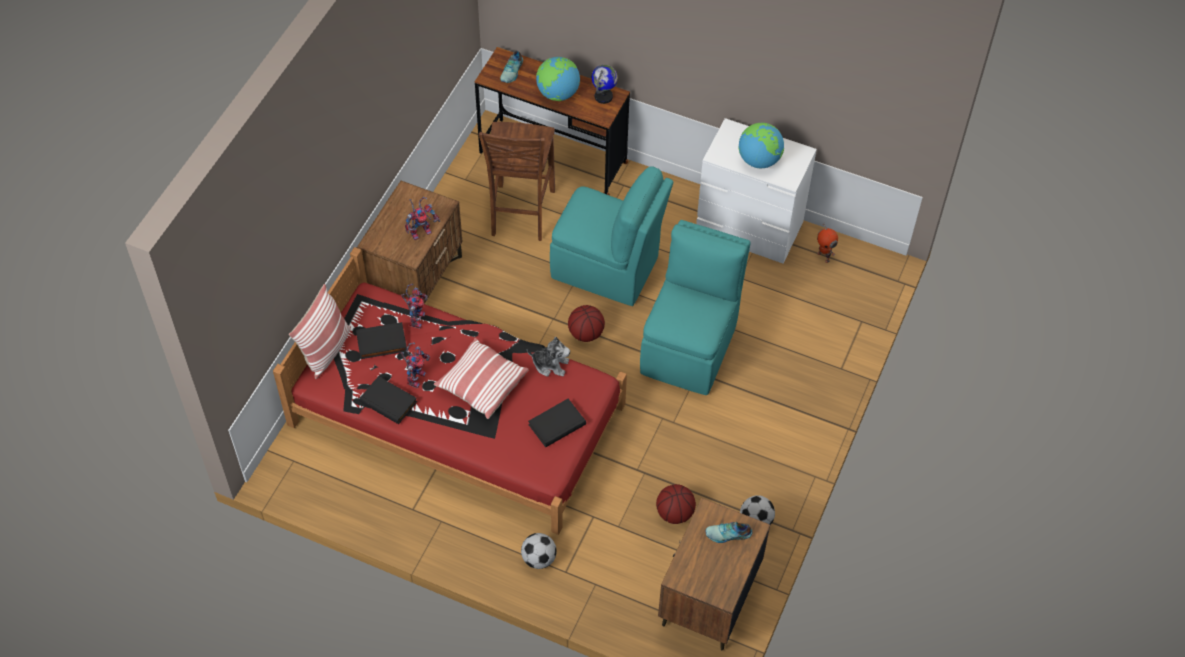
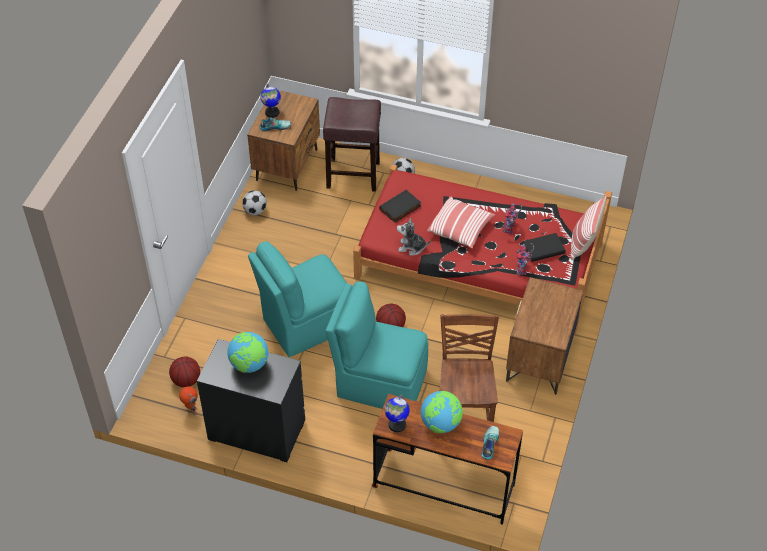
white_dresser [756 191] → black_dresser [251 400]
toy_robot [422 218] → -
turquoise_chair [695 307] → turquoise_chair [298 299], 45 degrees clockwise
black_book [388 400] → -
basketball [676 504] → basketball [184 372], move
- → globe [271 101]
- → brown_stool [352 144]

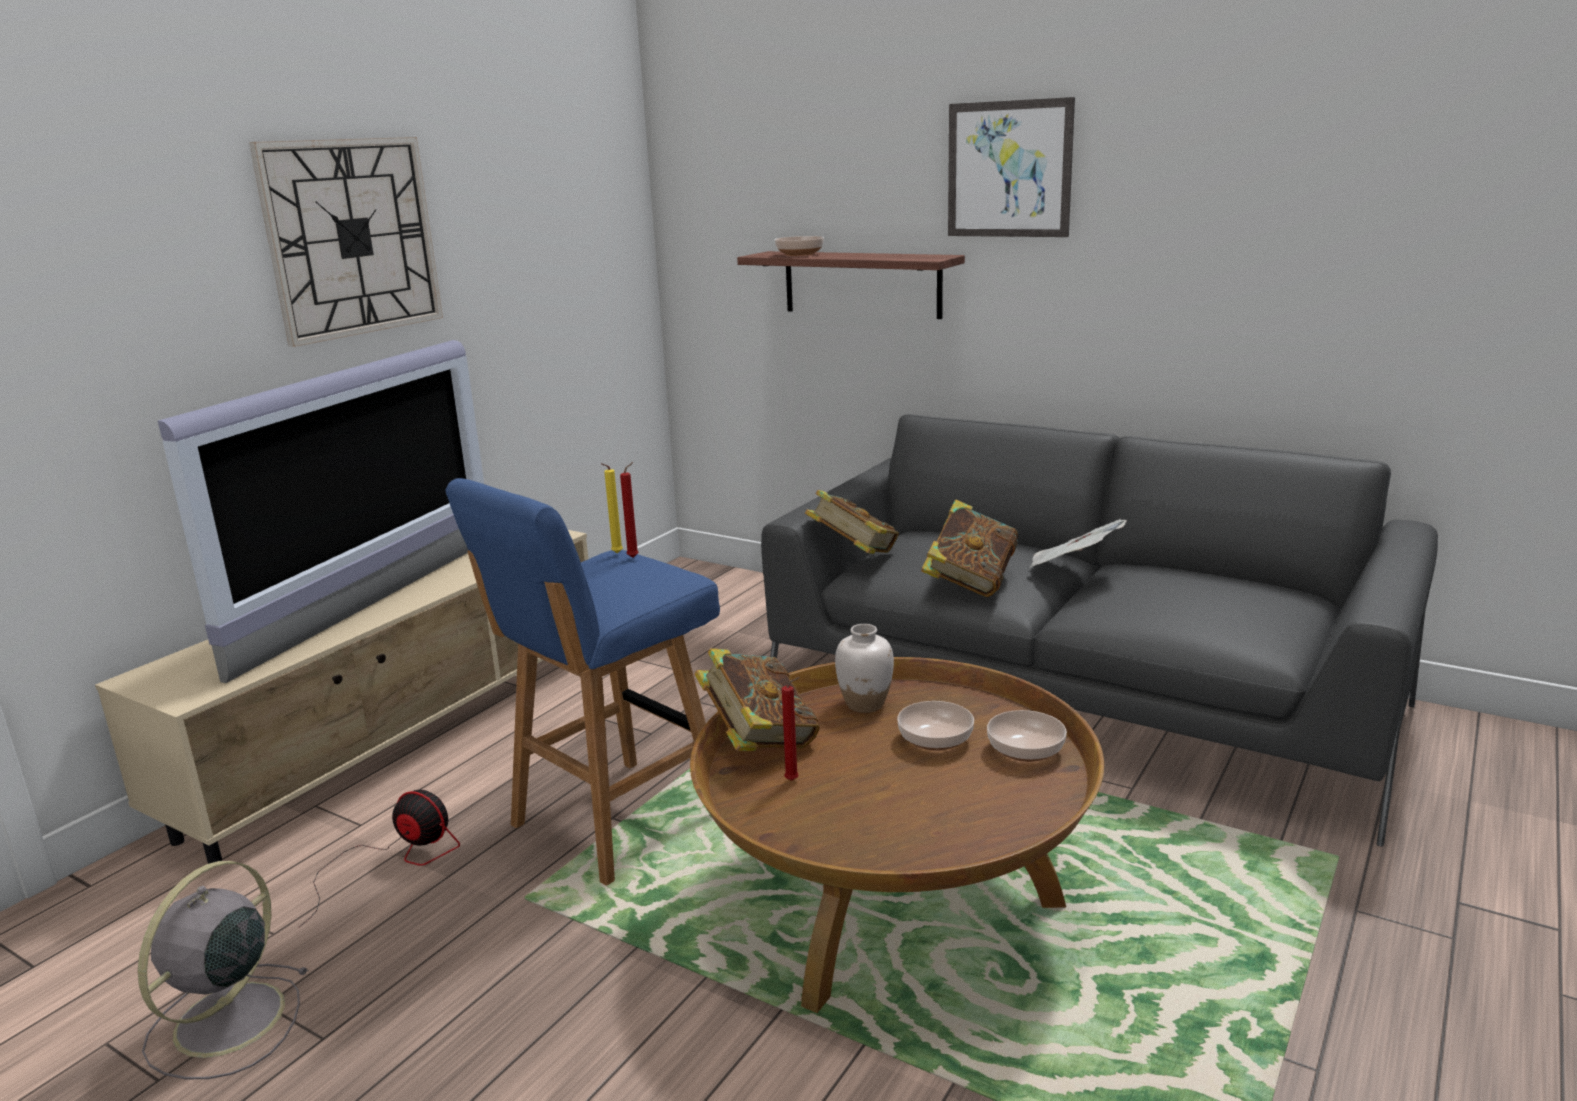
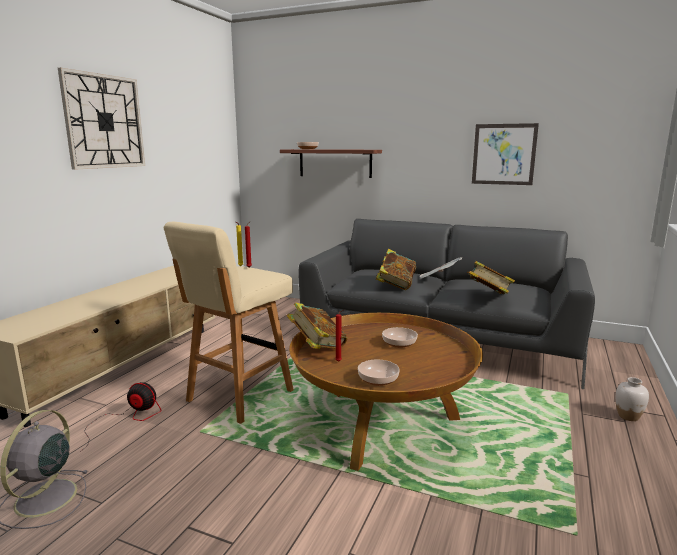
picture [1011 167] → picture [505 154], move
television [321 511] → -
blue_stool [582 682] → beige_stool [228 323]
book [852 522] → book [491 278], move
white_vase [864 668] → white_vase [632 399], move
bowl [1027 736] → bowl [379 373], move

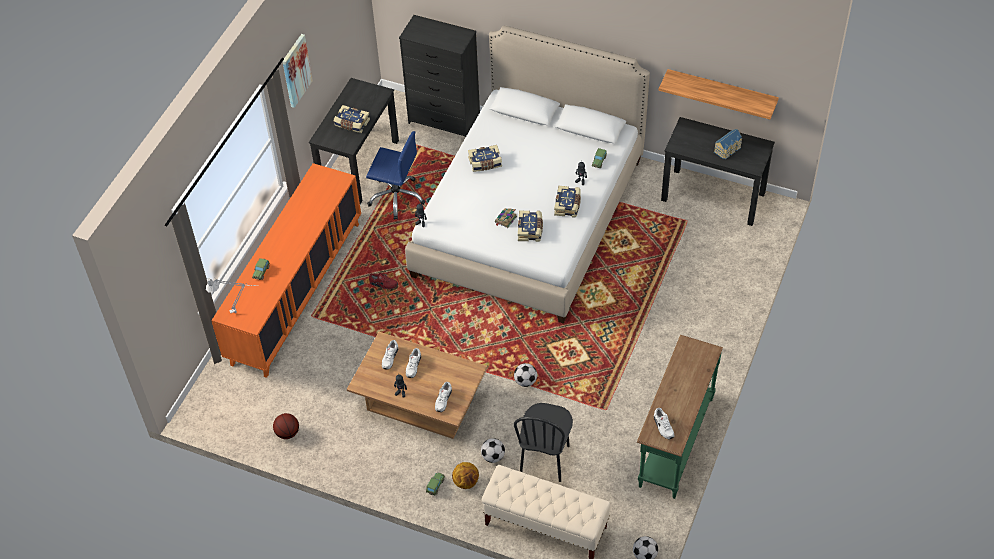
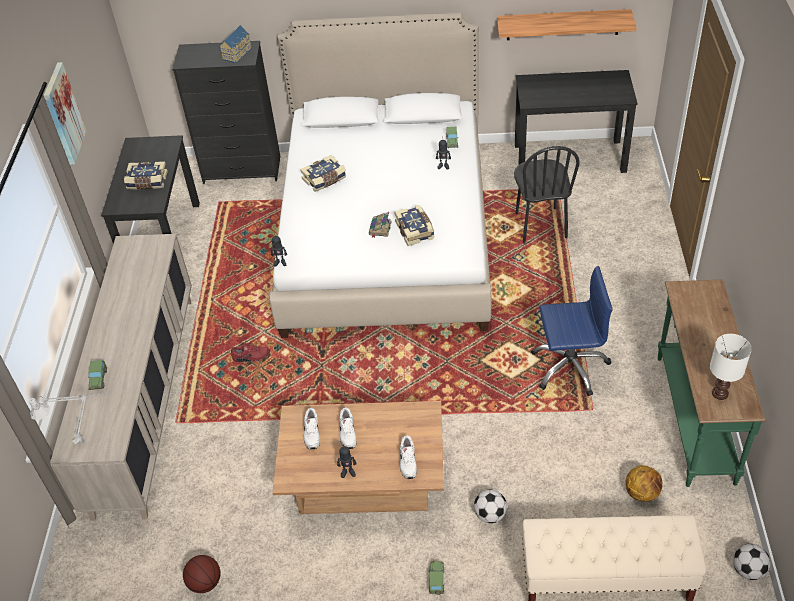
toy_house [728 144] → toy_house [235 44], move
blue_office_chair [395 175] → blue_office_chair [572 331], move
orange_cabinet [286 270] → beige_cabinet [121 377]
book [567 202] → -
football [525 375] → -
black_chair [543 442] → black_chair [547 194], move
white_shoe [664 423] → white_table_lamp [731 367]
basketball [465 475] → basketball [644 483], move

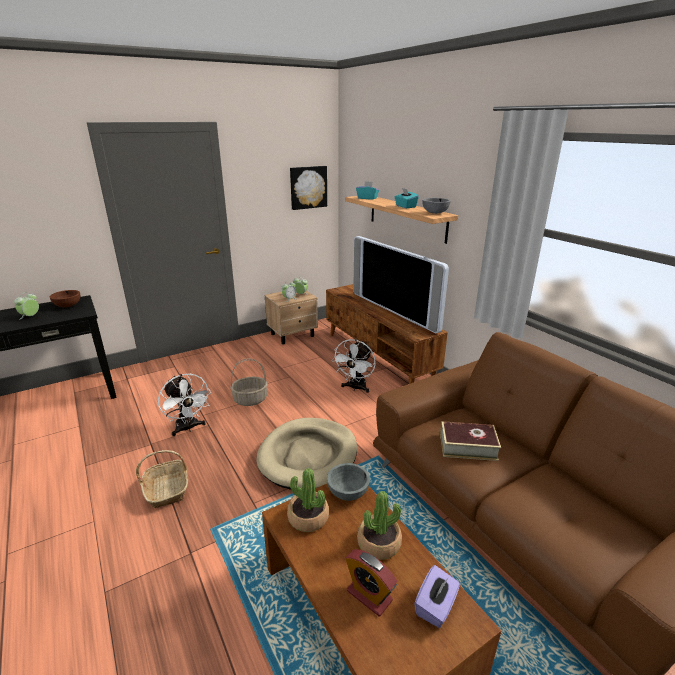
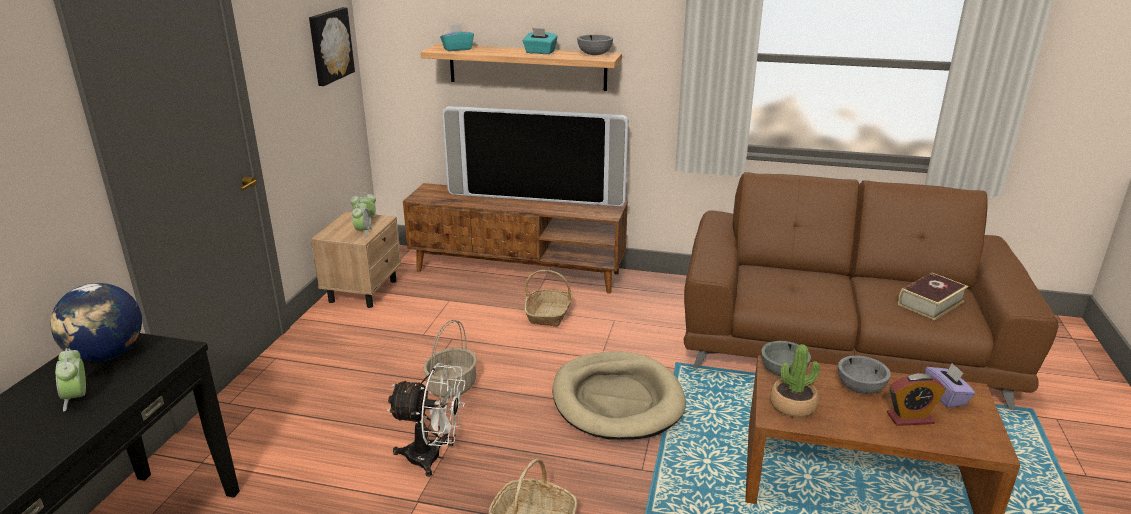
brown_bowl [65 298] → globe [96 322]
white_fan [354 366] → basket [548 298]
book [470 441] → book [933 296], move
potted_plant [379 525] → grey_bowl [864 375]

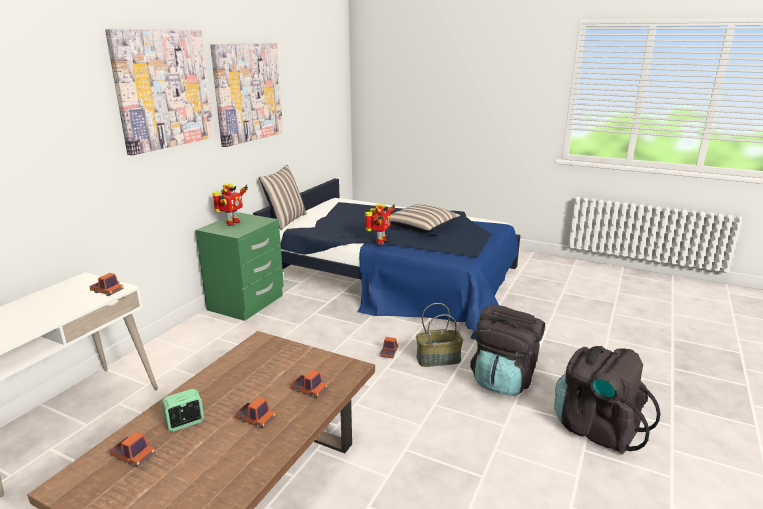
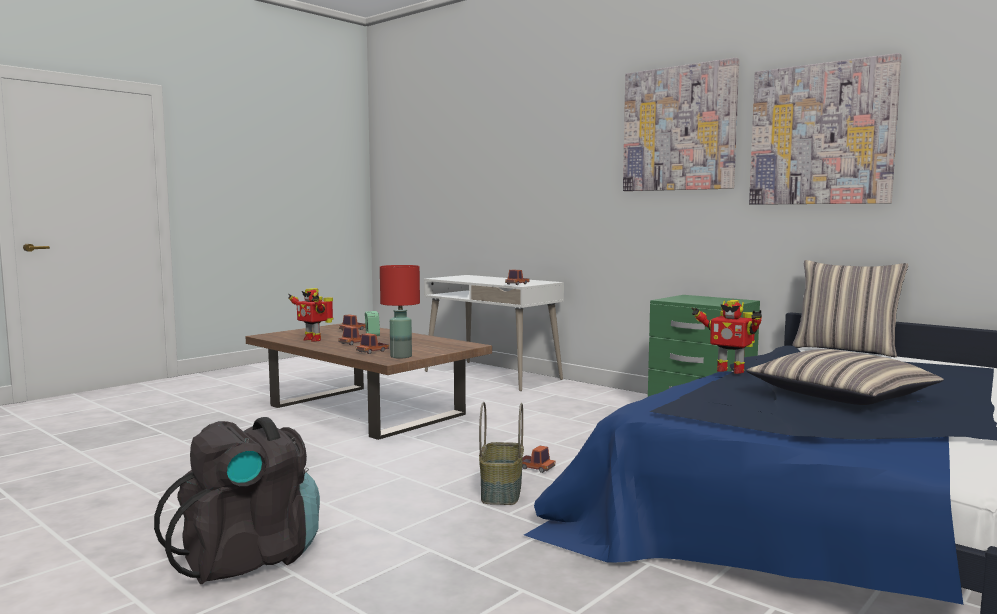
toy_robot [230 205] → toy_robot [310 315], move
black_backpack [507 350] → -
- → red_table_lamp [400 311]

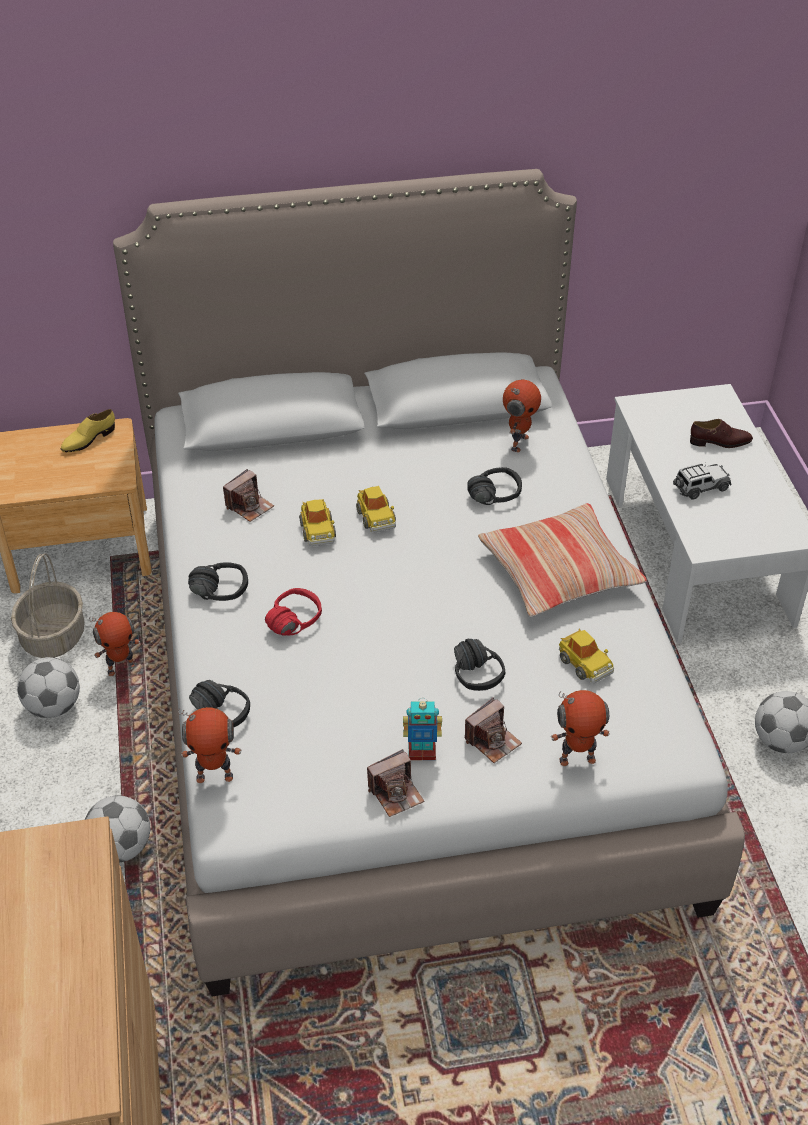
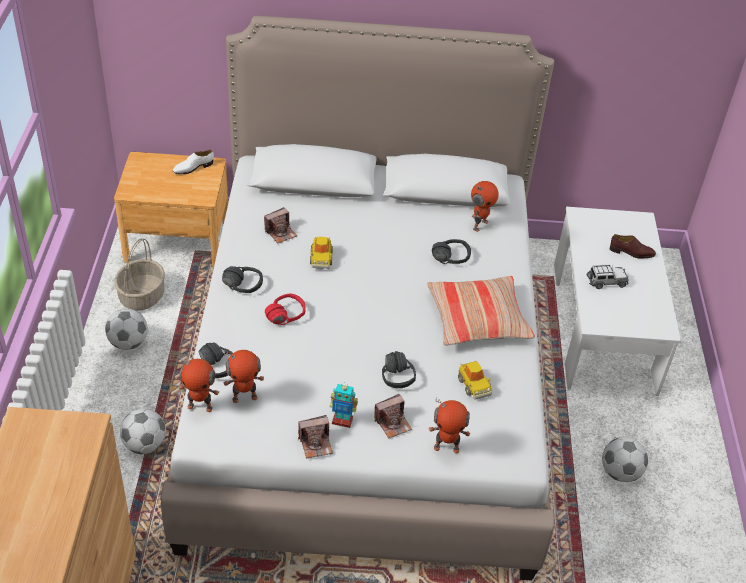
yellow_shoe [87 430] → white_shoe [193 162]
toy_car [376 509] → -
toy_robot [114 644] → toy_robot [244 376], move

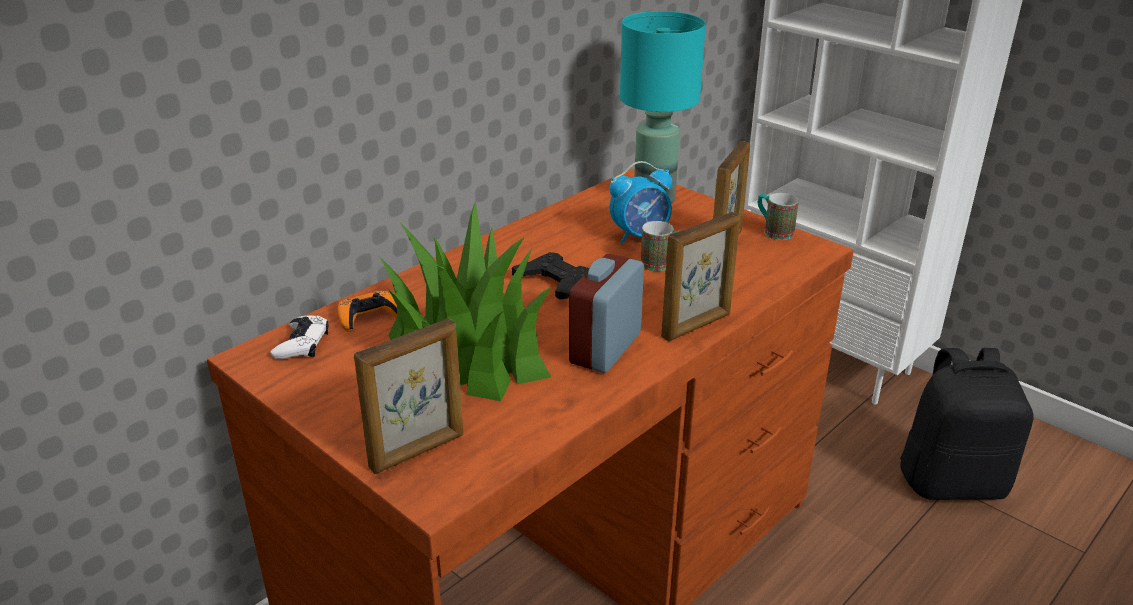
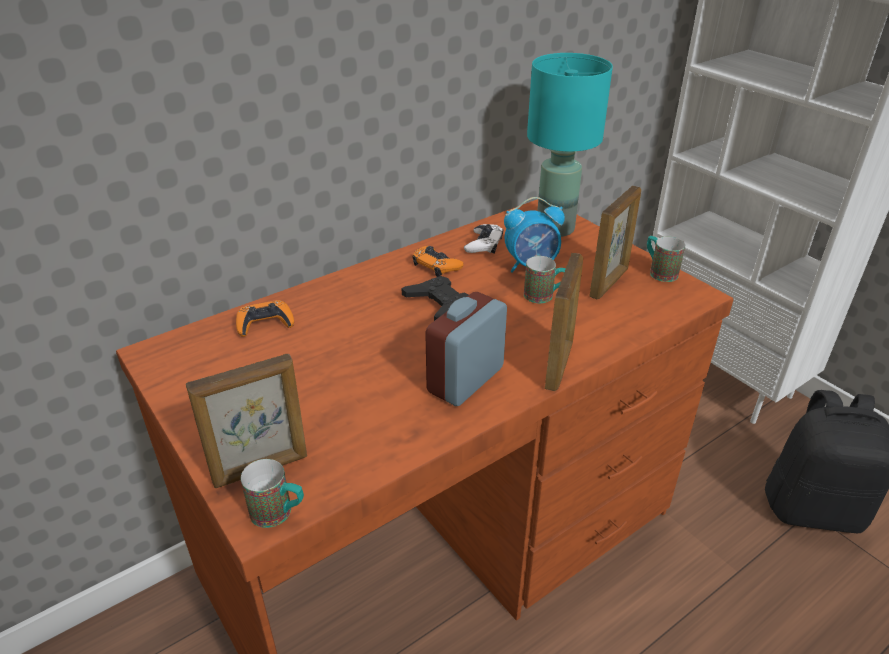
potted_plant [465 301] → -
picture_frame [700 276] → picture_frame [564 322], 45 degrees counterclockwise
white_game_controller [299 337] → white_game_controller [483 239], move
- → orange_game_controller [438 261]
- → mug [272 493]

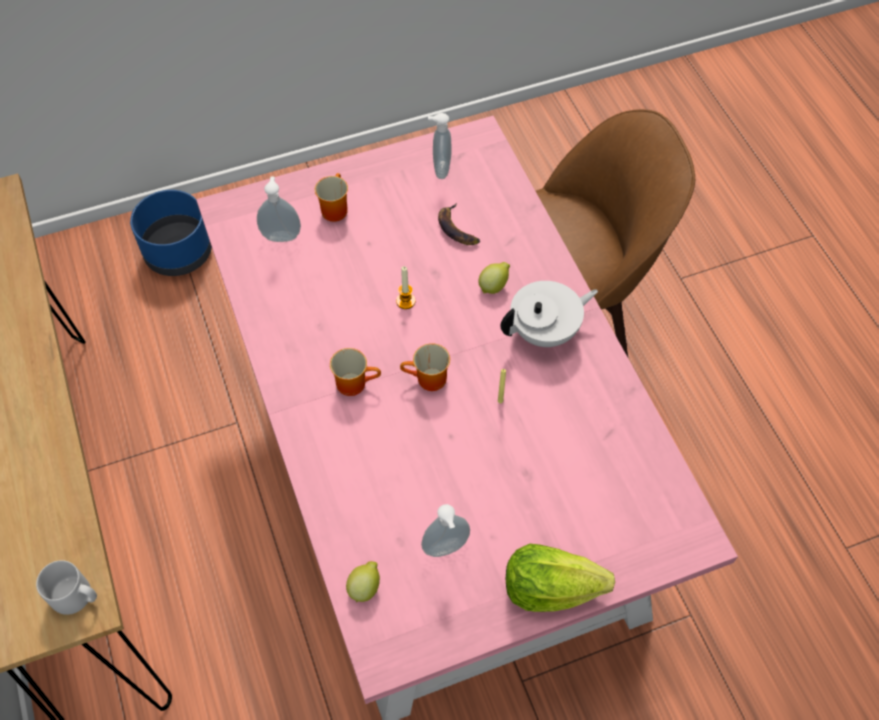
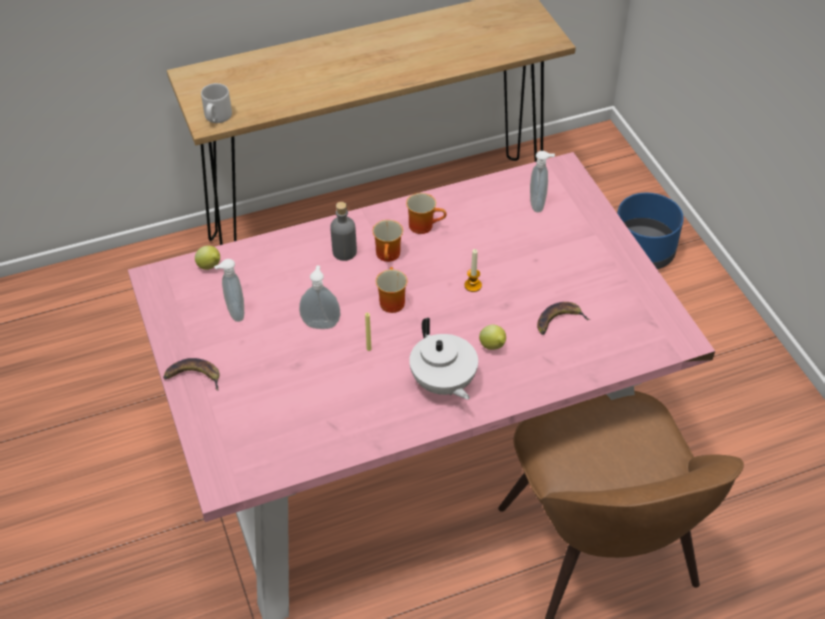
soap_dispenser [440 146] → soap_dispenser [319 297], move
mug [331 197] → mug [426 213], move
lettuce [560 578] → banana [191 374]
- → grey_bottle [343 231]

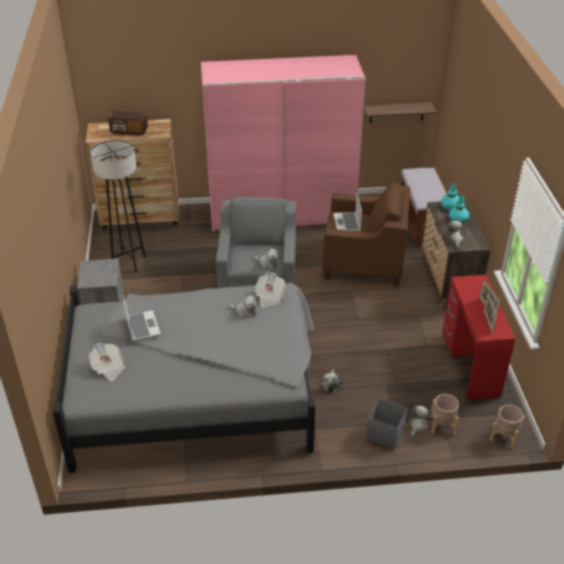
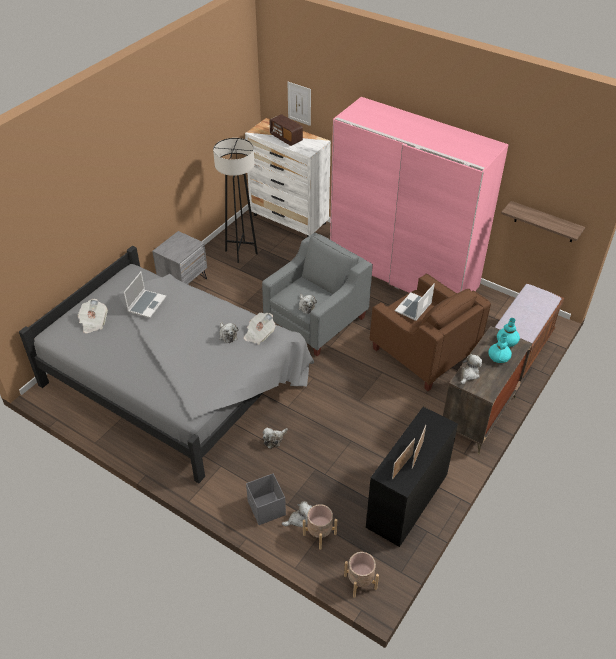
brown_dresser [132 174] → white_dresser [288 177]
red_desk [479 337] → black_desk [412 477]
- → picture [299 104]

